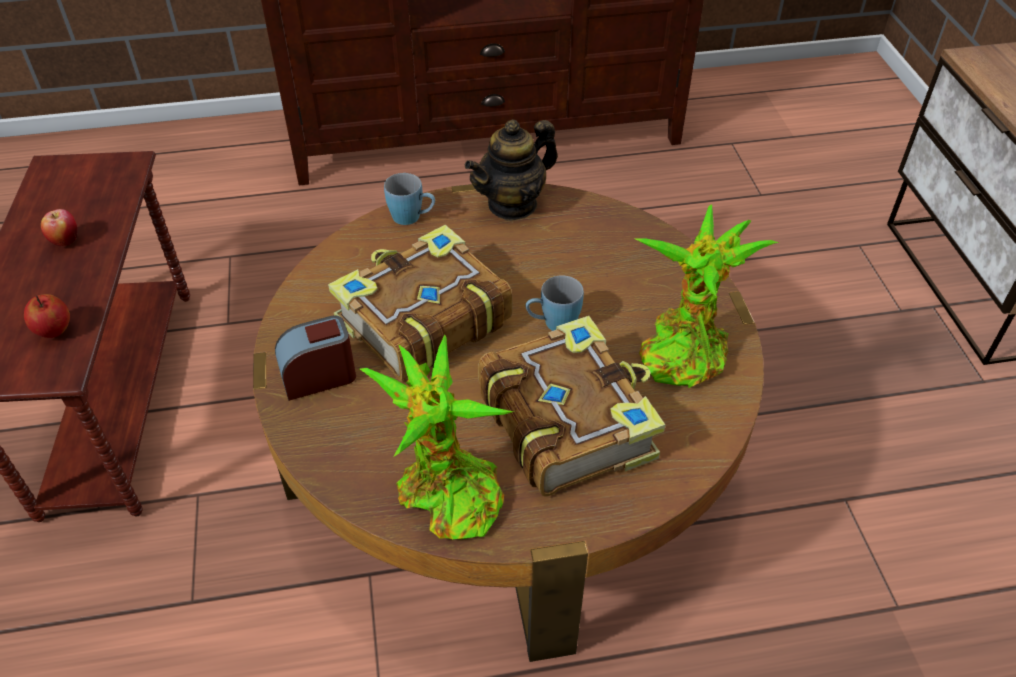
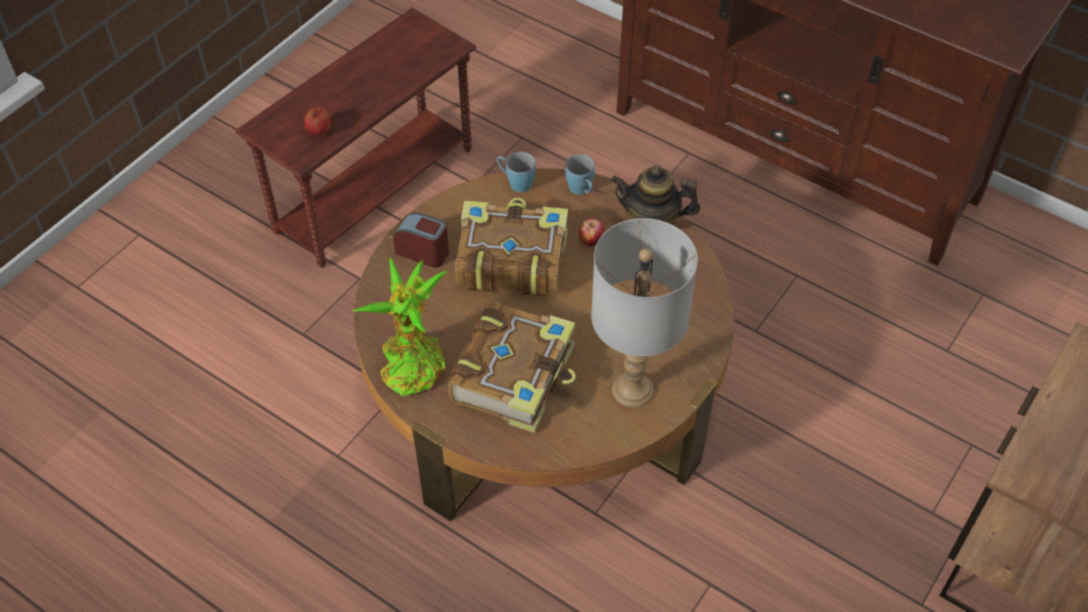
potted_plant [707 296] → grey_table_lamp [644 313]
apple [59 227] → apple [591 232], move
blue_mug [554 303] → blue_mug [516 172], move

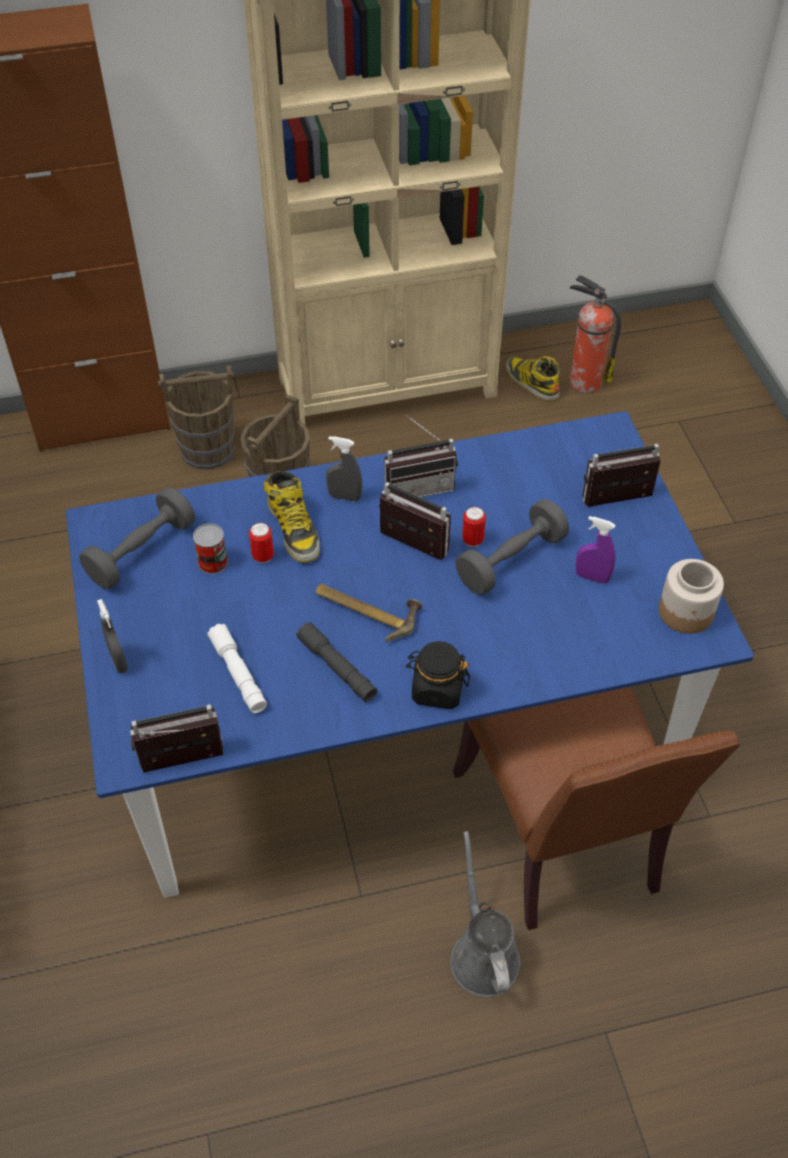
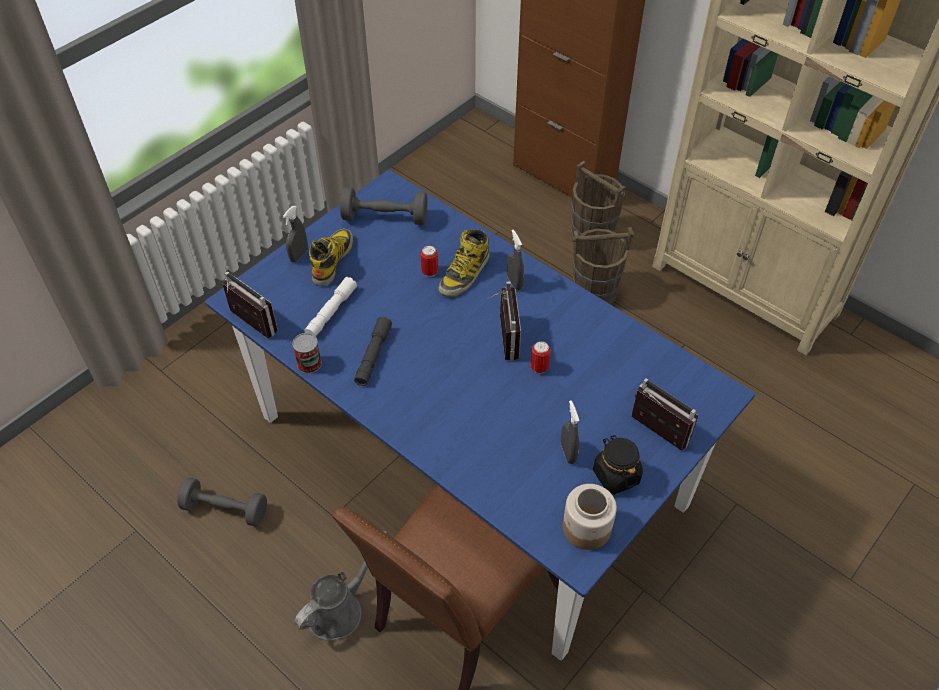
fire_extinguisher [595 334] → -
boot [533 378] → boot [331 257], move
radio [421 456] → -
grey_dumbbell [512 547] → grey_dumbbell [222 502], move
purple_spray_bottle [596 550] → grey_spray_bottle [570 432]
can [210 549] → can [307 353], move
hammer [368 613] → -
black_jar [438 675] → black_jar [618 465], move

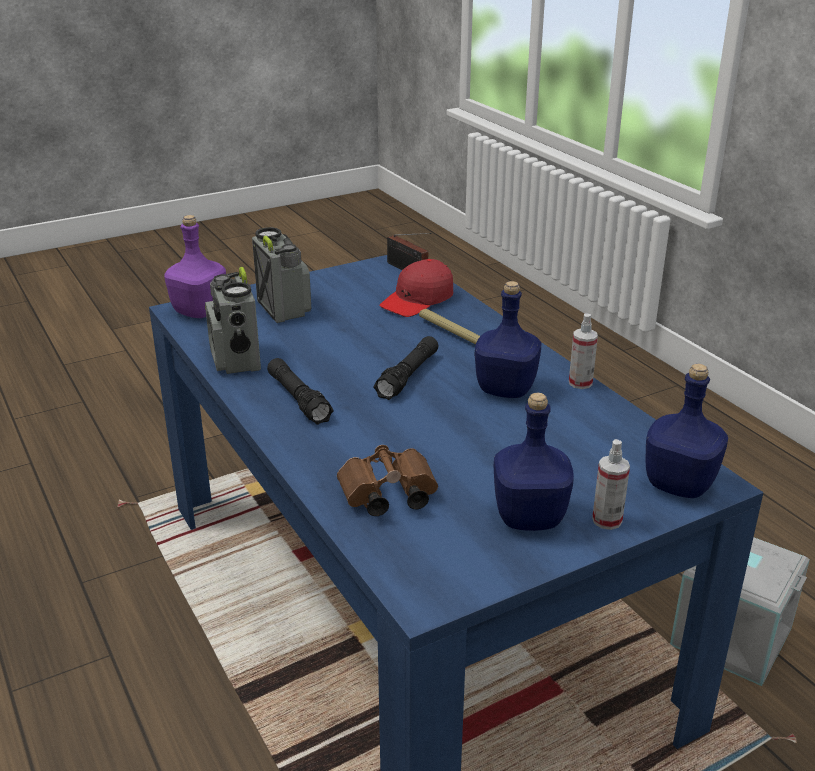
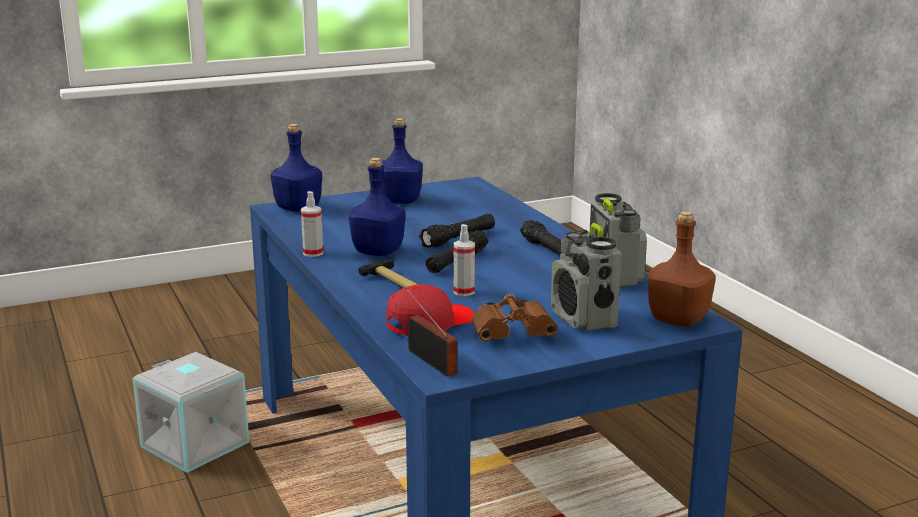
purple_bottle [195 266] → brown_bottle [681 269]
spray_bottle [611 484] → spray_bottle [464 260], move
brown_binoculars [387 480] → brown_binoculars [515 317], move
- → black_flashlight [457 231]

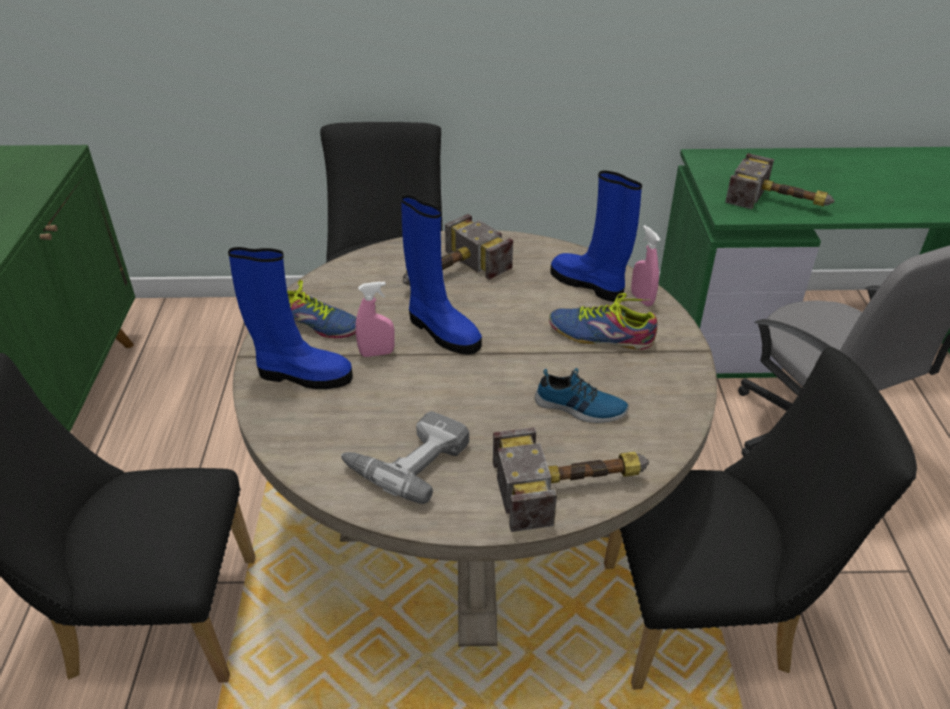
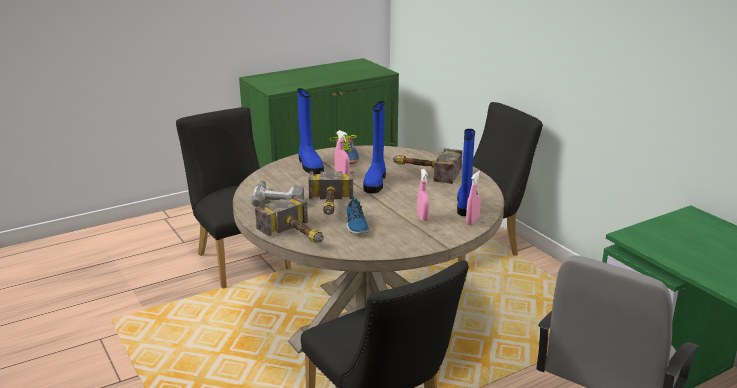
hammer [780 181] → hammer [330 193], move
shoe [603 321] → pink_spray_bottle [423 195]

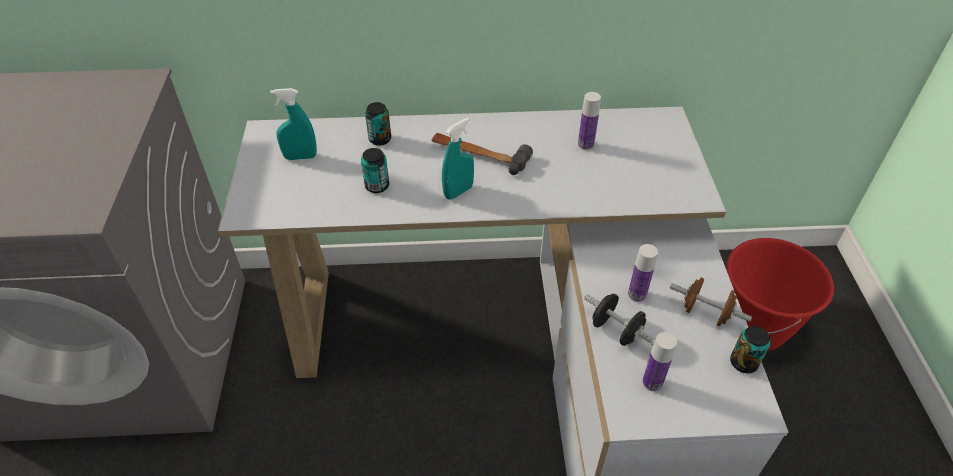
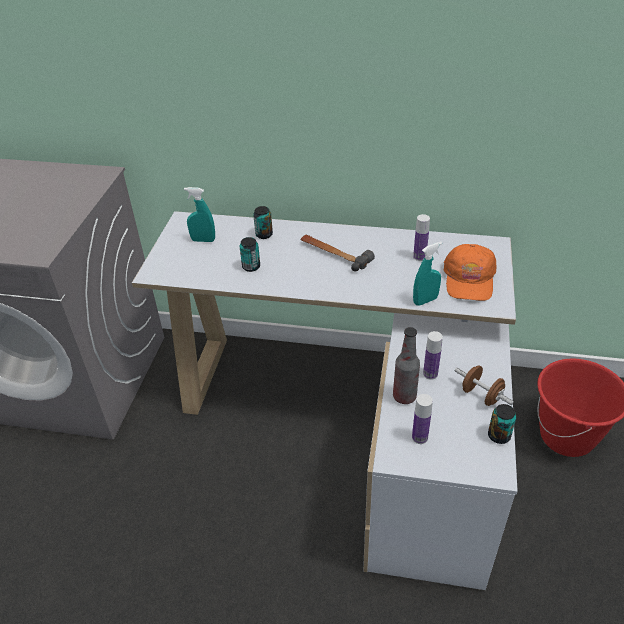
turquoise_spray_bottle [458 159] → turquoise_spray_bottle [427 274], move
black_dumbbell [620 320] → bottle [406 365]
- → orange_cap [470 272]

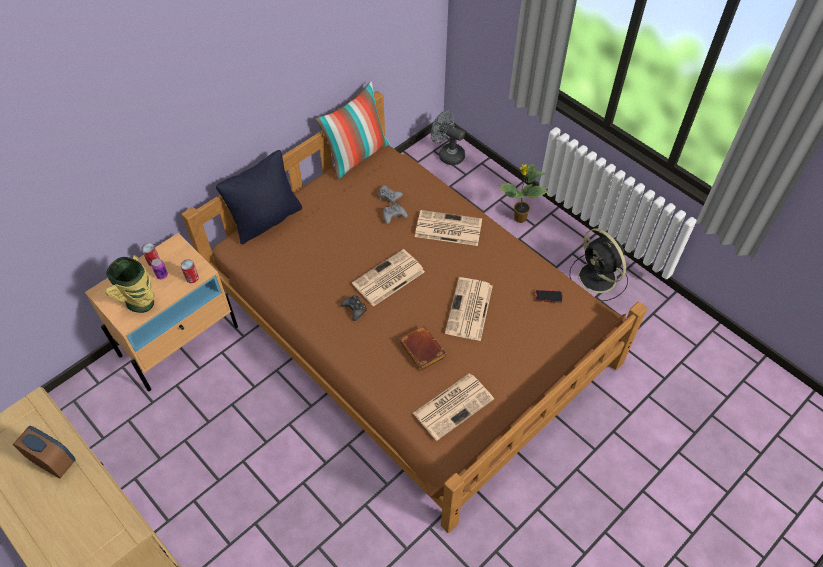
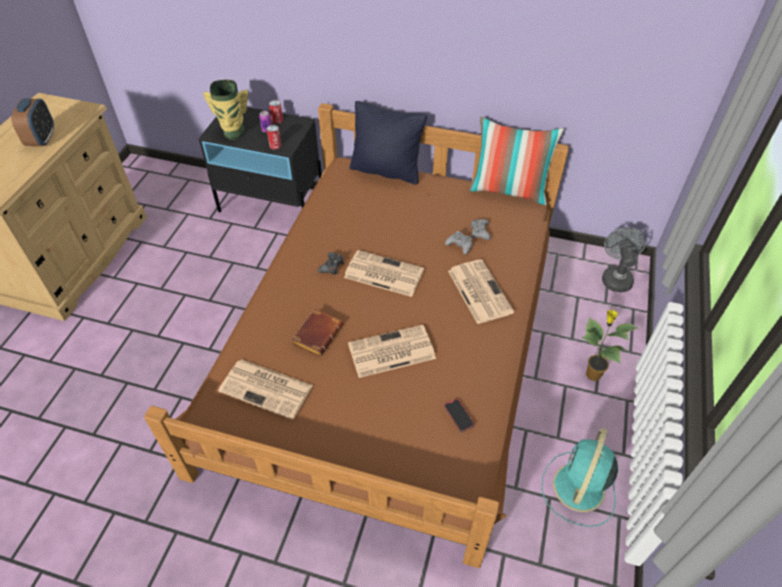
black_fan [599 264] → turquoise_fan [579 477]
beige_nightstand [161 312] → black_nightstand [260 159]

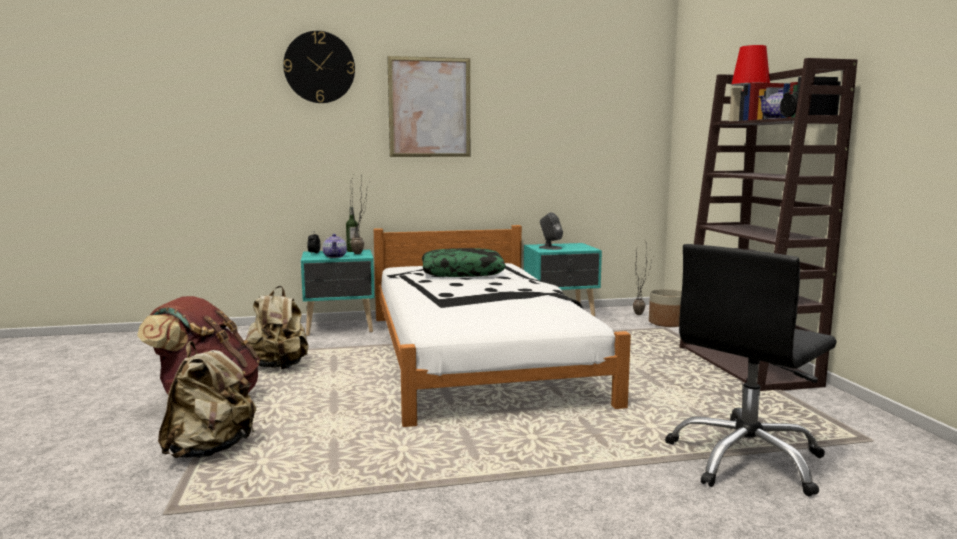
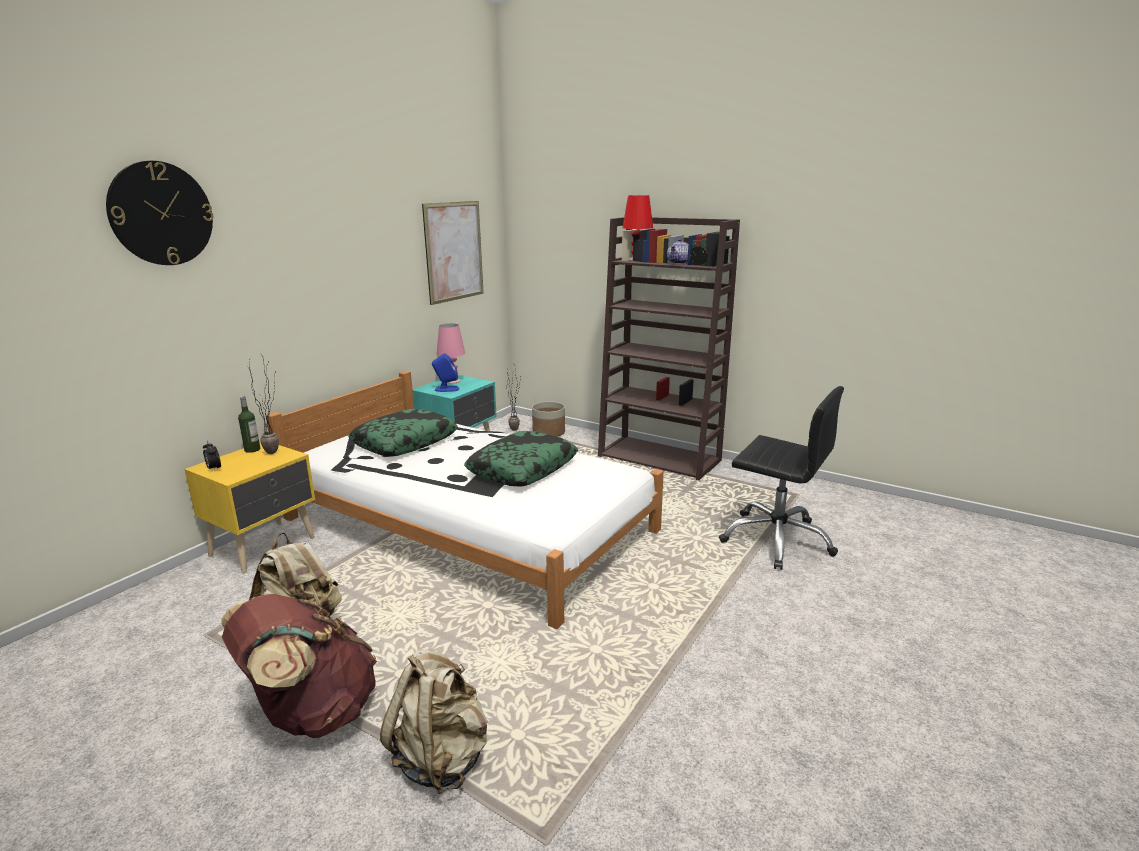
picture [428 106] → picture [453 253], move
grey_speaker [551 231] → blue_speaker [445 372]
teapot [334 246] → -
black_office_chair [751 370] → black_office_chair [781 478], 60 degrees counterclockwise
turquoise_nightstand [338 293] → yellow_nightstand [249 507]
- → pink_table_lamp [450 354]
- → pillow [521 459]

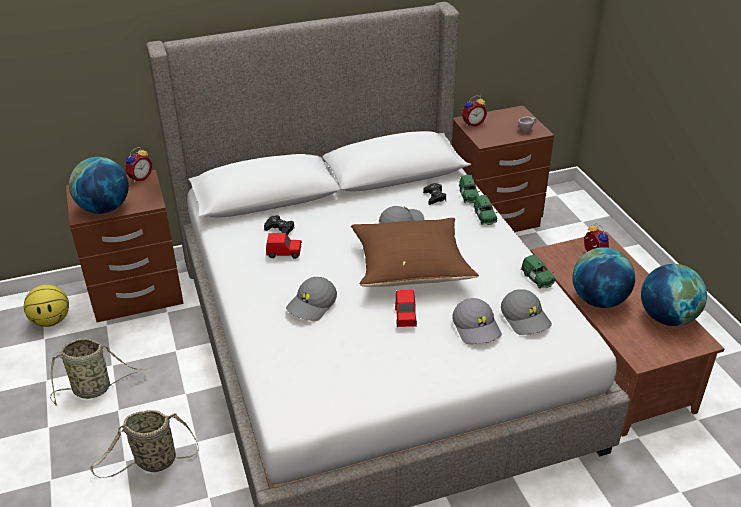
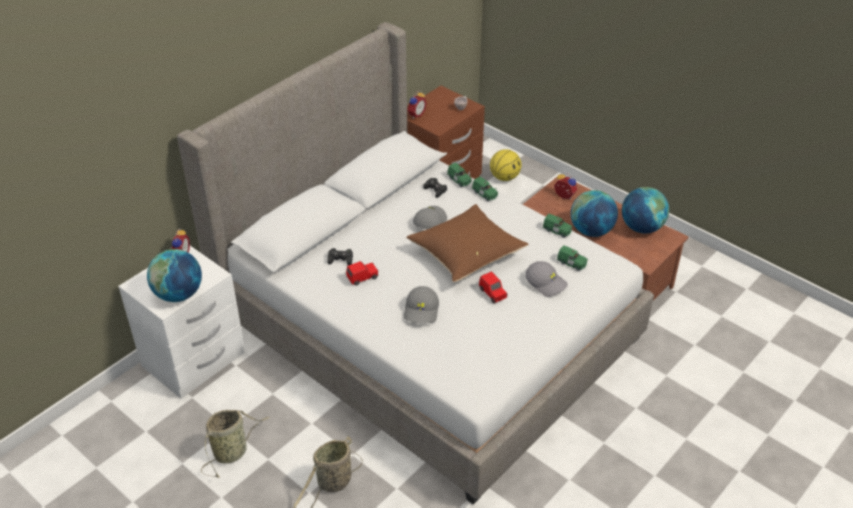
brown_nightstand [125 246] → white_nightstand [181 322]
basketball [46 306] → basketball [505 165], move
grey_cap [526 312] → green_toy_car [572 258]

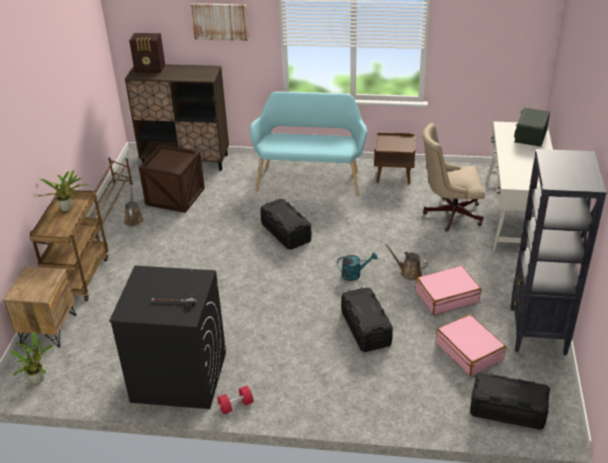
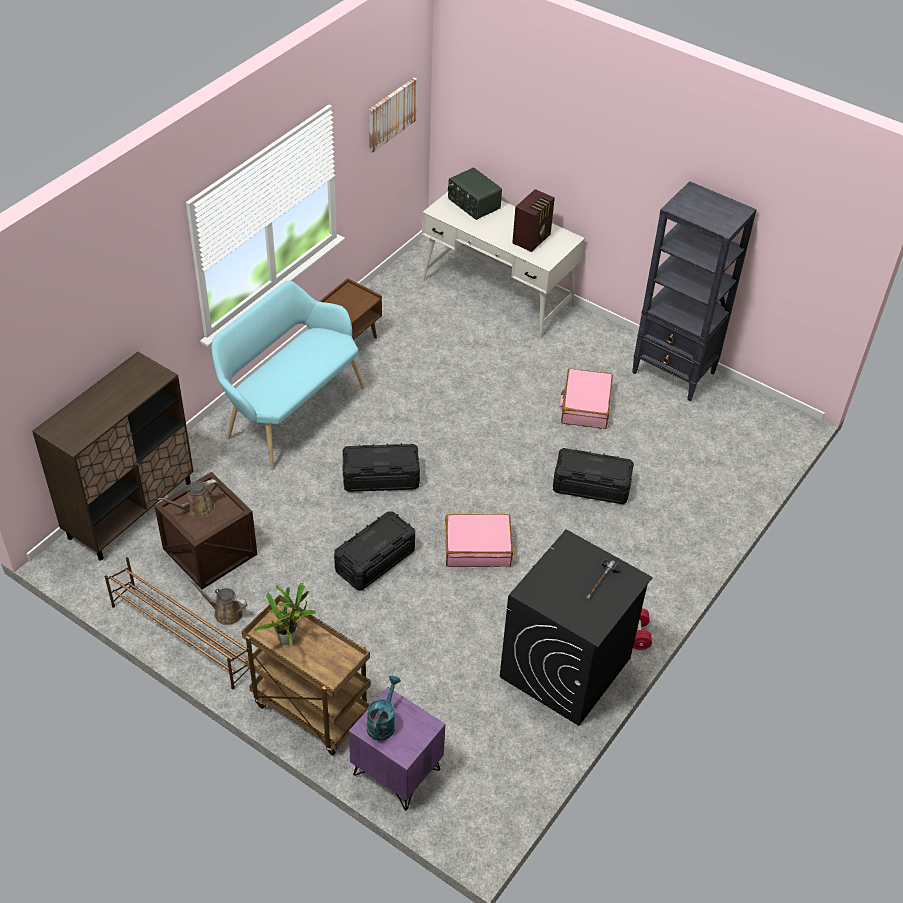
picture [219 22] → picture [393 115], move
radio [147 53] → radio [533 220], move
beige_office_chair [453 177] → -
brown_watering_can [406 262] → brown_watering_can [188 498], move
turquoise_watering_can [357 266] → turquoise_watering_can [384 708], move
brown_nightstand [39 307] → purple_nightstand [397 749]
pink_suitcase [471 345] → pink_suitcase [479 540], move
potted_plant [32 358] → -
black_storage_box [510 401] → black_storage_box [374 550], move

